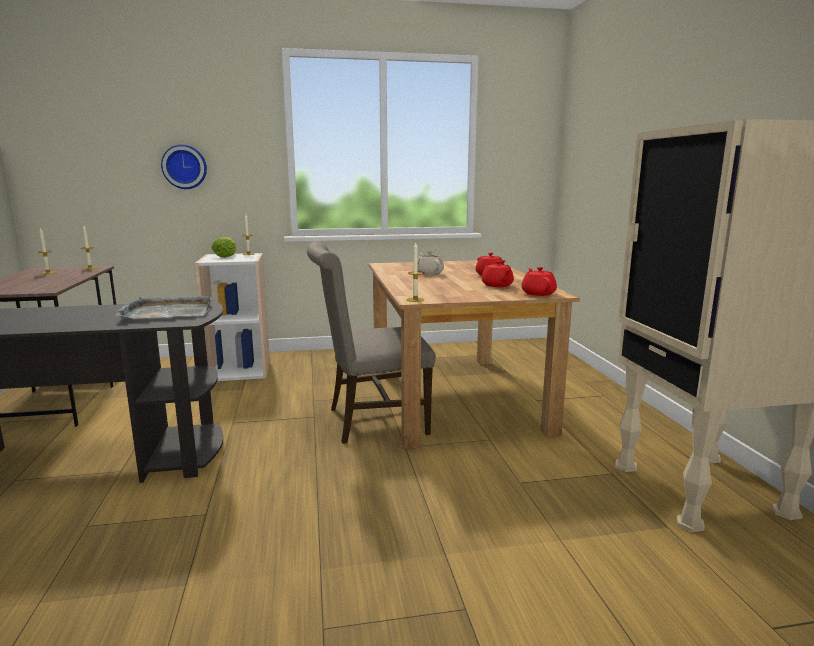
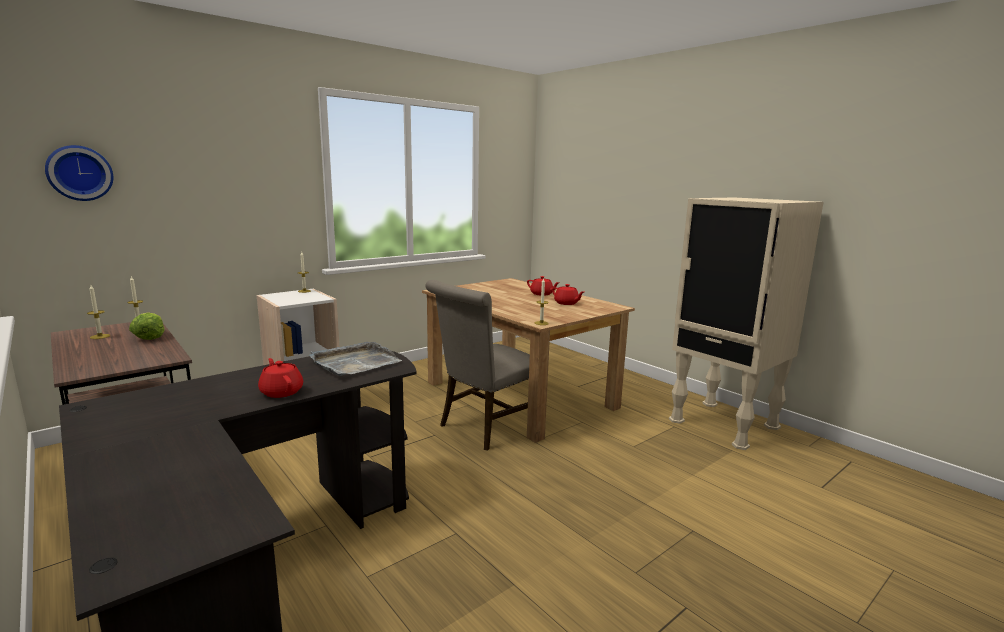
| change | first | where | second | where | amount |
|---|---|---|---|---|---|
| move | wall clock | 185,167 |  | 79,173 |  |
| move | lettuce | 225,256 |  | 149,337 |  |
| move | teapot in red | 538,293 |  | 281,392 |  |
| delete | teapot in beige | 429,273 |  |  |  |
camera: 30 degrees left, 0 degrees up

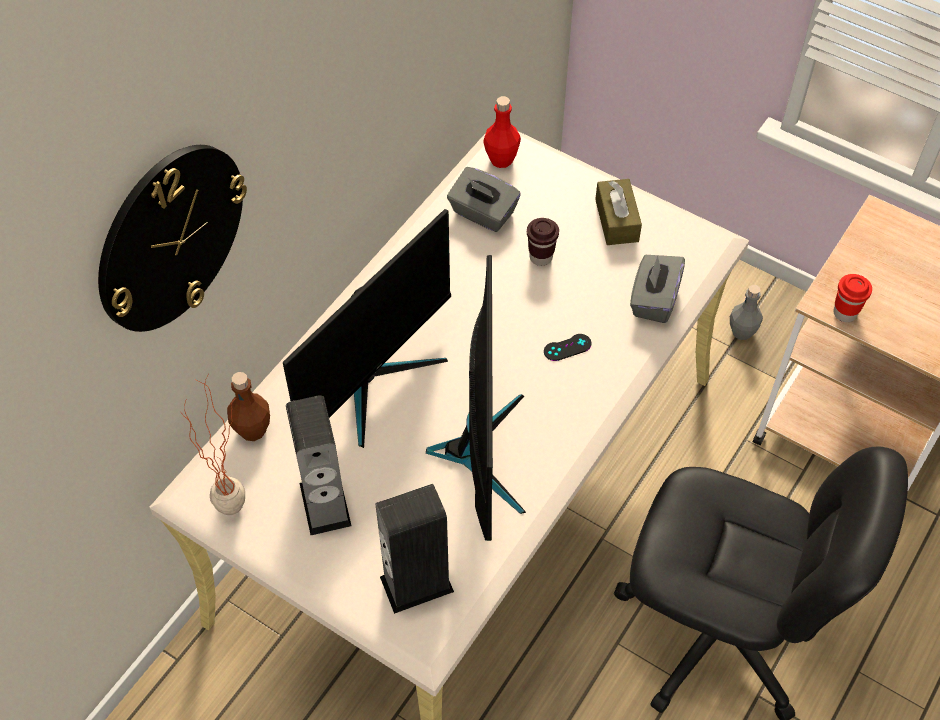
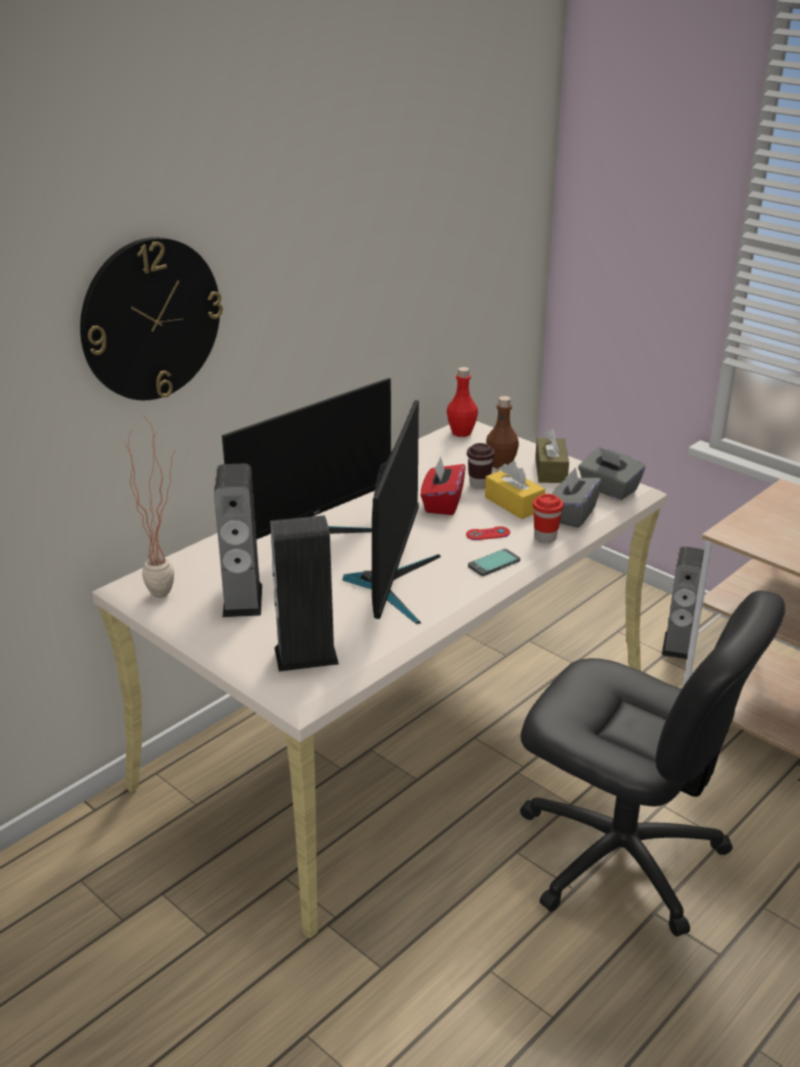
| change | first | where | second | where | amount |
|---|---|---|---|---|---|
| insert |  |  | tissue box in red | 442,503 |  |
| recolor | game controller in black | 567,347 | game controller in red | 488,533 |  |
| insert |  |  | phone | 494,563 |  |
| insert |  |  | tissue box in yellow | 514,504 |  |
| move | bottle in brown | 253,430 |  | 501,464 |  |
| move | cup in red | 845,313 |  | 545,537 |  |
| move | tissue box in grey | 482,213 |  | 608,489 |  |
| replace | bottle in grey | 742,332 | speaker | 677,645 |  |
camera: 10 degrees right, 25 degrees down

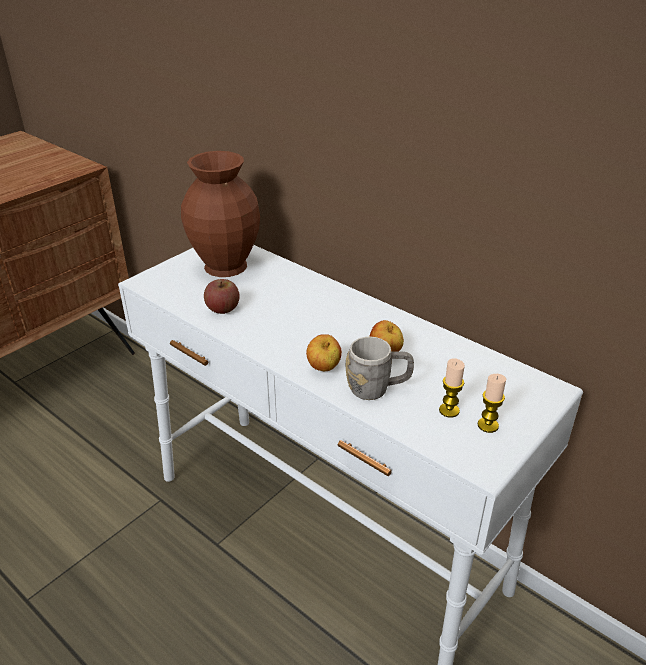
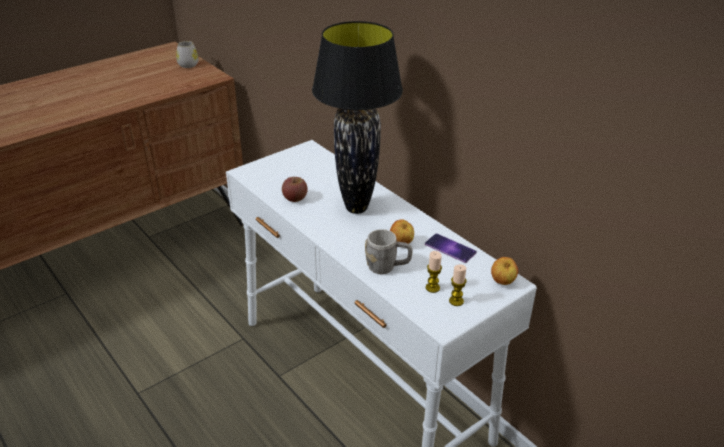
| change | first | where | second | where | amount |
|---|---|---|---|---|---|
| insert |  |  | mug in white | 189,63 |  |
| insert |  |  | table lamp in black | 356,208 |  |
| insert |  |  | phone | 450,248 |  |
| move | apple | 324,368 |  | 502,282 |  |
| delete | vase in brown | 226,266 |  |  |  |
camera: 10 degrees right, 0 degrees up

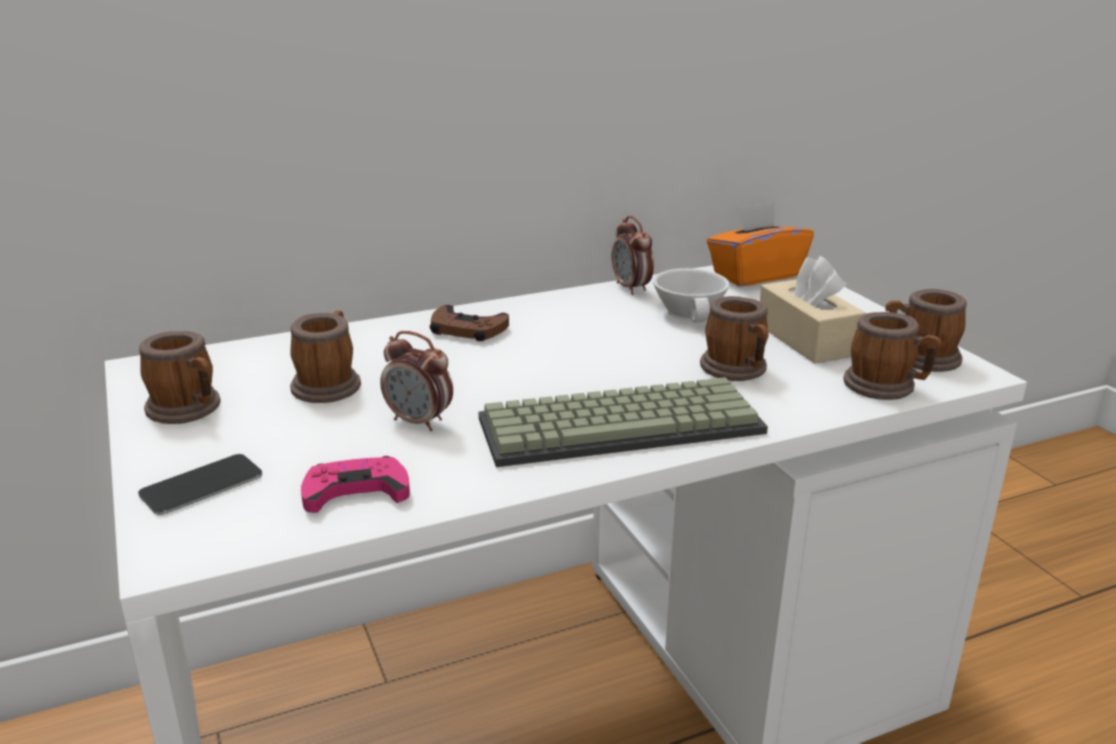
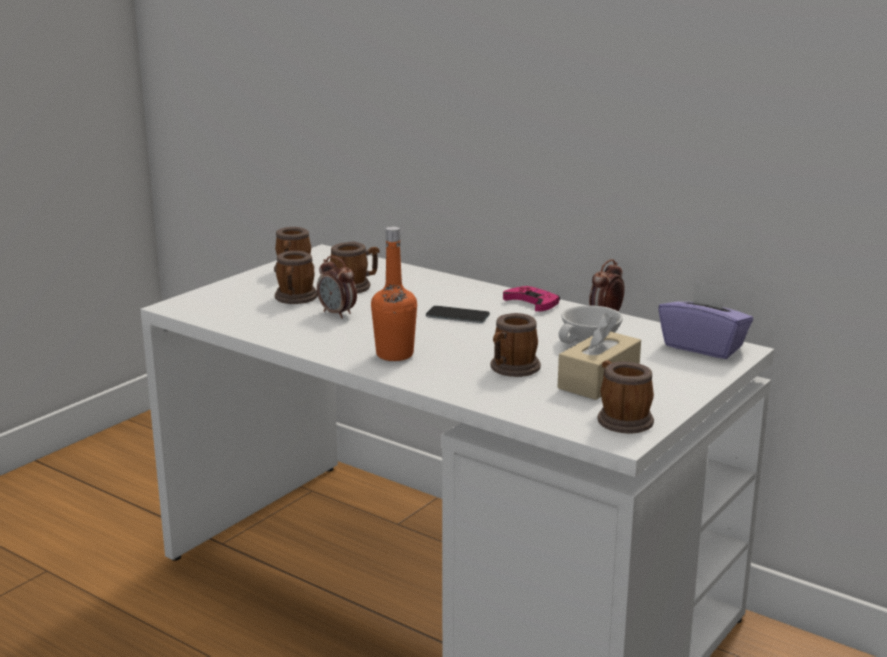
| change | first | where | second | where | amount |
|---|---|---|---|---|---|
| move | mug | 886,387 |  | 295,299 |  |
| rotate | alarm clock | 419,422 |  | 337,313 | 45 degrees counterclockwise |
| replace | keyboard | 622,423 | bottle in orange | 394,354 |  |
| move | phone | 201,485 |  | 457,315 |  |
| move | game controller in pink | 356,491 |  | 532,303 |  |
| recolor | tissue box in orange | 755,275 | tissue box in purple | 703,347 |  |
| delete | game controller in brown | 467,330 |  |  |  |
camera: 60 degrees right, 5 degrees down

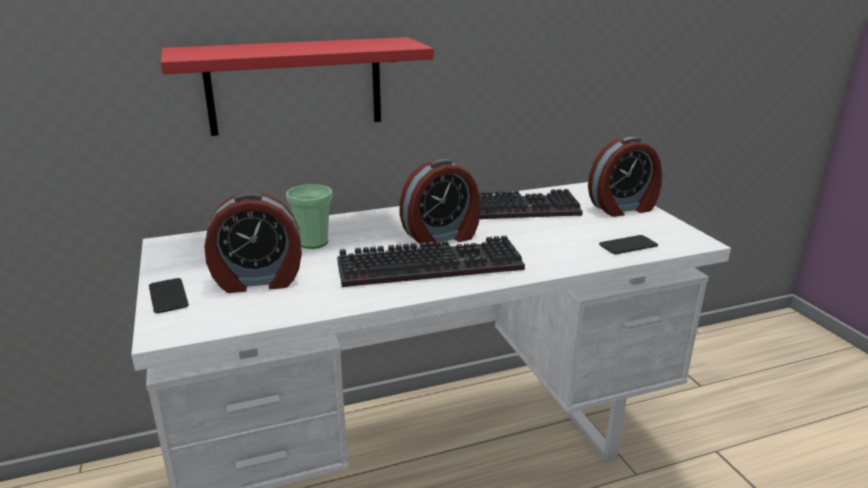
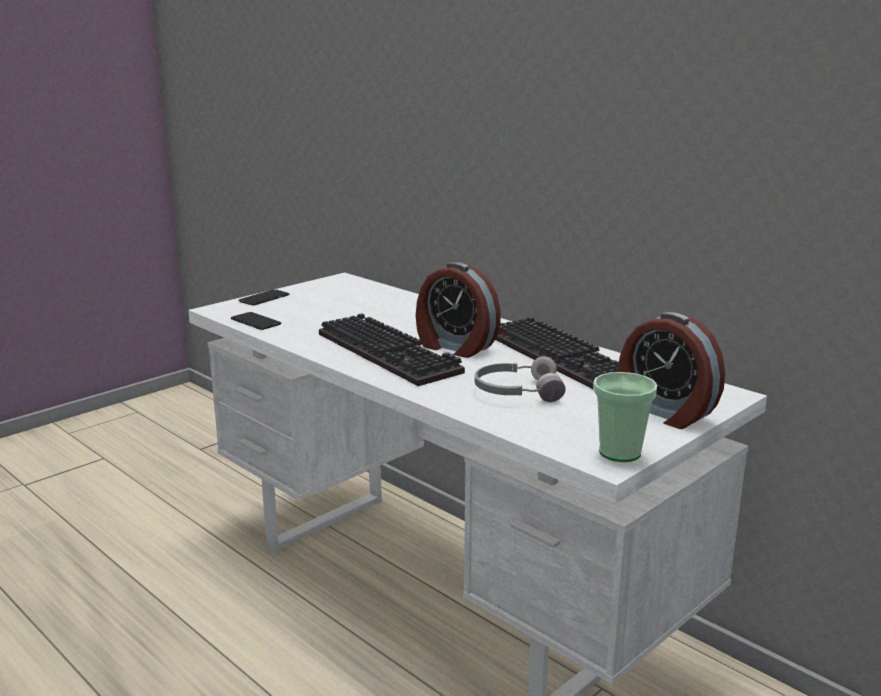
| change | first | where | second | where | amount |
|---|---|---|---|---|---|
| move | phone | 628,246 |  | 255,322 |  |
| insert |  |  | headphones in grey | 517,391 |  |
| move | cup | 313,242 |  | 620,453 |  |
| delete | shelf in red | 295,86 |  |  |  |
| delete | alarm clock | 258,281 |  |  |  |
camera: 65 degrees right, 5 degrees down

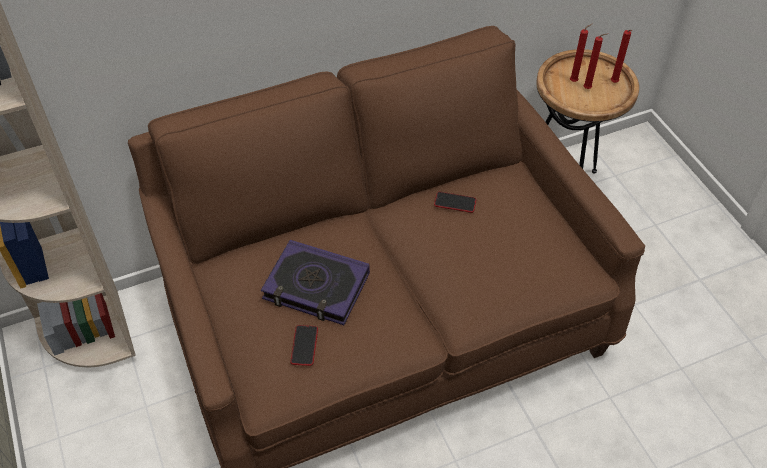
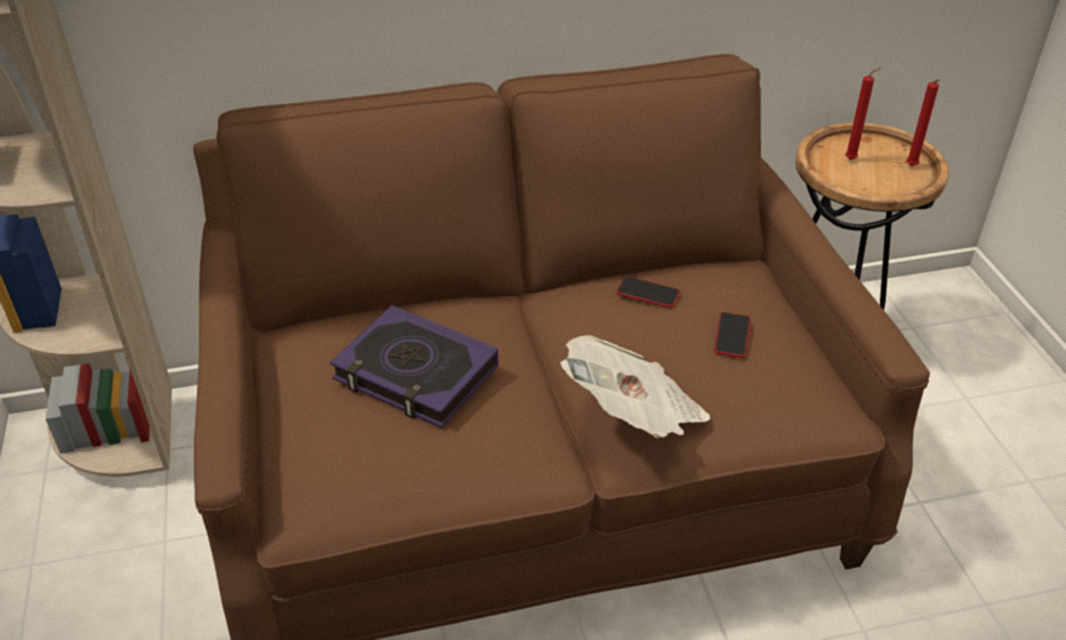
| change | first | where | second | where | amount |
|---|---|---|---|---|---|
| insert |  |  | newspaper | 634,415 |  |
| move | phone | 304,345 |  | 732,336 |  |
| delete | candle in red | 588,89 |  |  |  |
camera: 10 degrees right, 10 degrees down

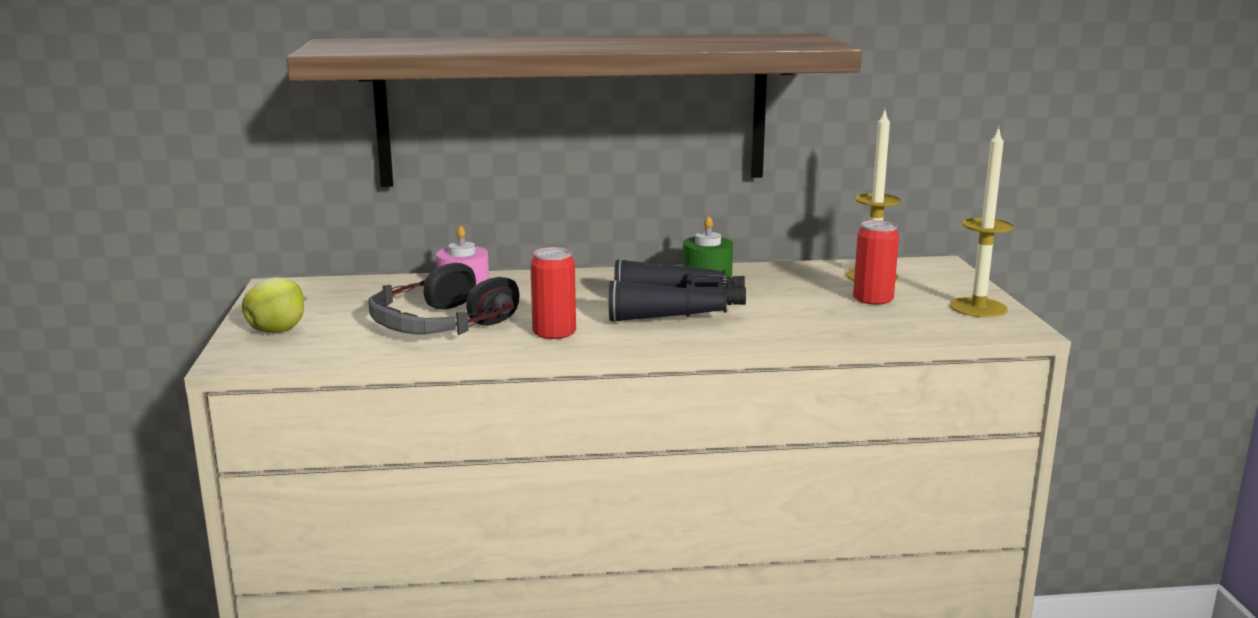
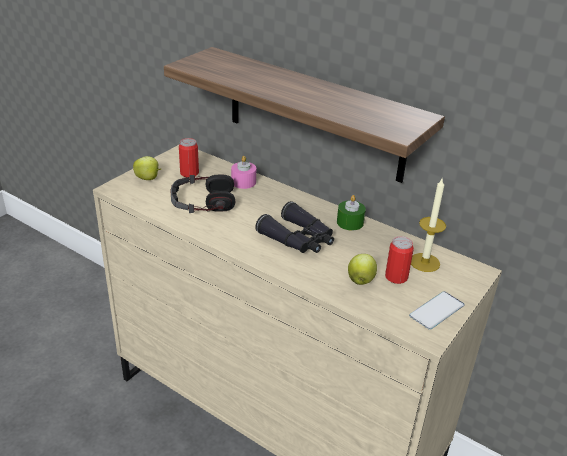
| change | first | where | second | where | amount |
|---|---|---|---|---|---|
| move | can | 554,332 |  | 189,173 |  |
| insert |  |  | apple | 360,280 |  |
| replace | candle | 978,307 | phone | 437,310 |  |
camera: 40 degrees right, 15 degrees up

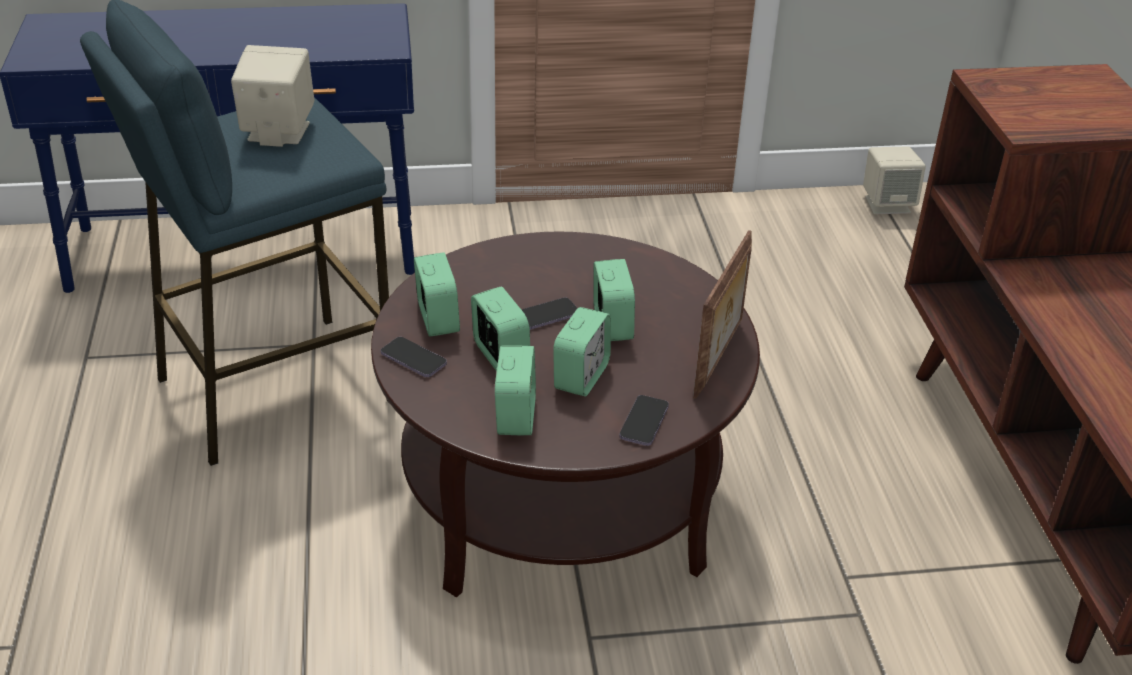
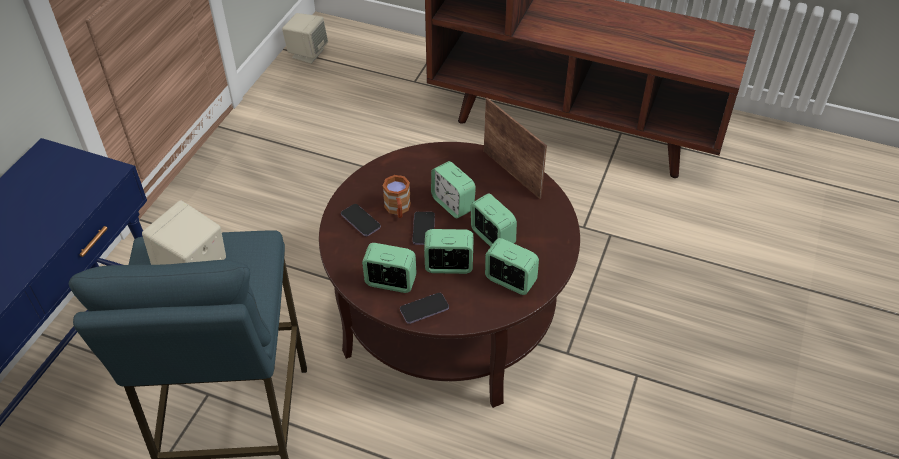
| change | first | where | second | where | amount |
|---|---|---|---|---|---|
| move | phone | 644,422 |  | 360,221 |  |
| insert |  |  | mug in brown | 398,209 |  |
| rotate | alarm clock | 612,325 |  | 452,204 | 150 degrees counterclockwise |
camera: 60 degrees left, 10 degrees up

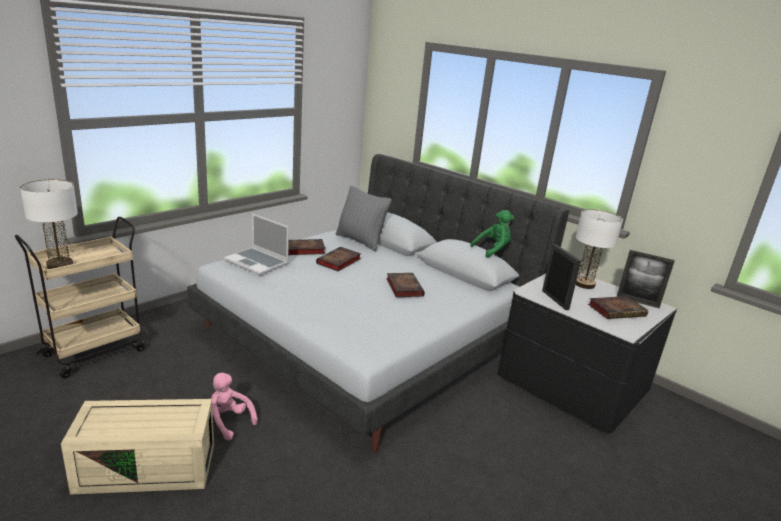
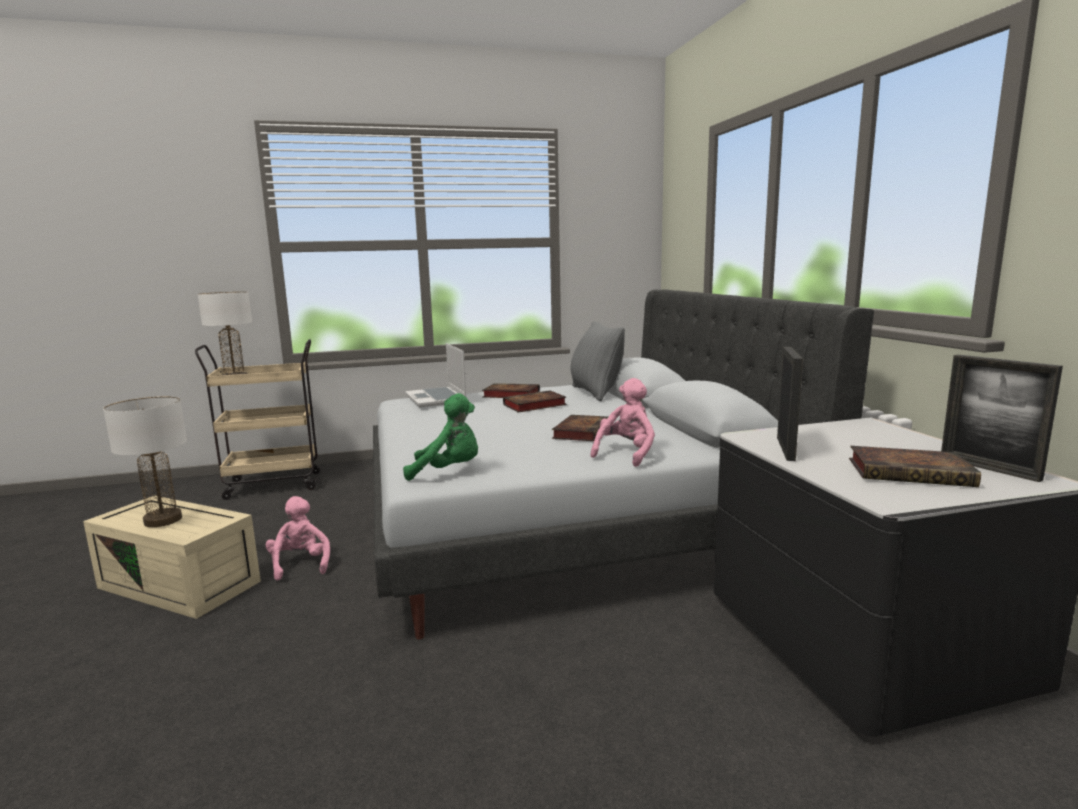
| change | first | where | second | where | amount |
|---|---|---|---|---|---|
| move | table lamp | 584,284 |  | 163,520 |  |
| move | plush toy in green | 493,250 |  | 448,471 |  |
| insert |  |  | plush toy in pink | 626,453 |  |
camera: 35 degrees right, 10 degrees down

